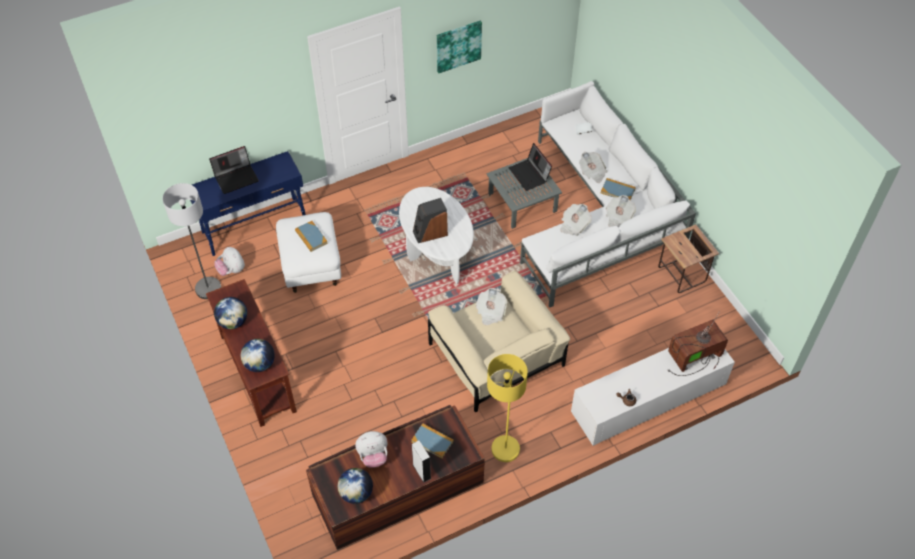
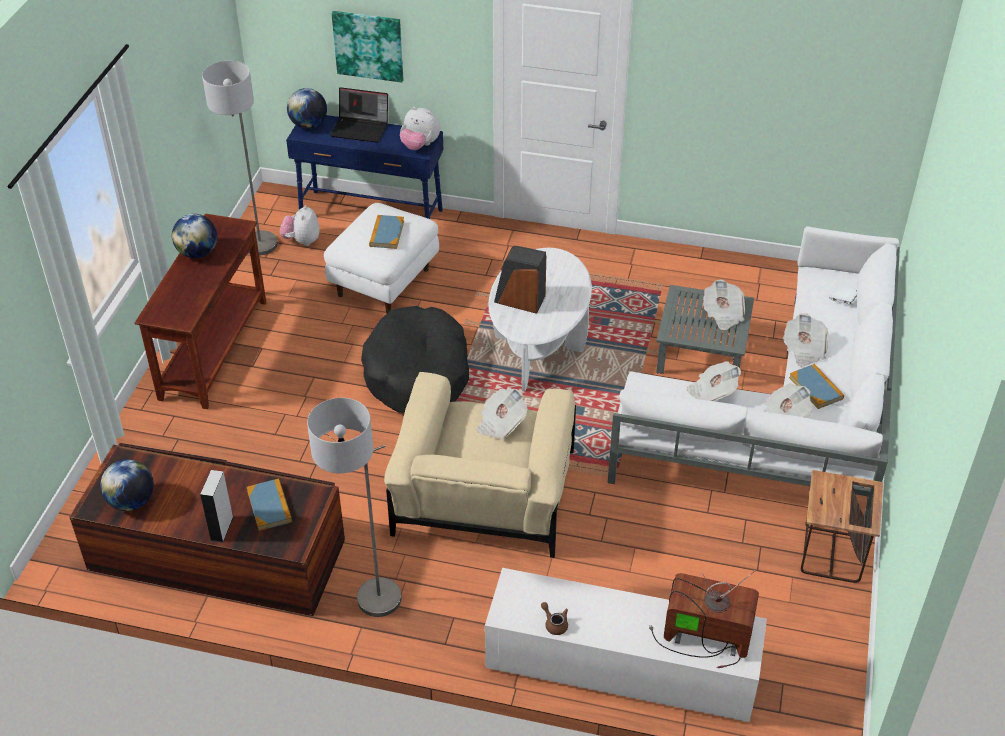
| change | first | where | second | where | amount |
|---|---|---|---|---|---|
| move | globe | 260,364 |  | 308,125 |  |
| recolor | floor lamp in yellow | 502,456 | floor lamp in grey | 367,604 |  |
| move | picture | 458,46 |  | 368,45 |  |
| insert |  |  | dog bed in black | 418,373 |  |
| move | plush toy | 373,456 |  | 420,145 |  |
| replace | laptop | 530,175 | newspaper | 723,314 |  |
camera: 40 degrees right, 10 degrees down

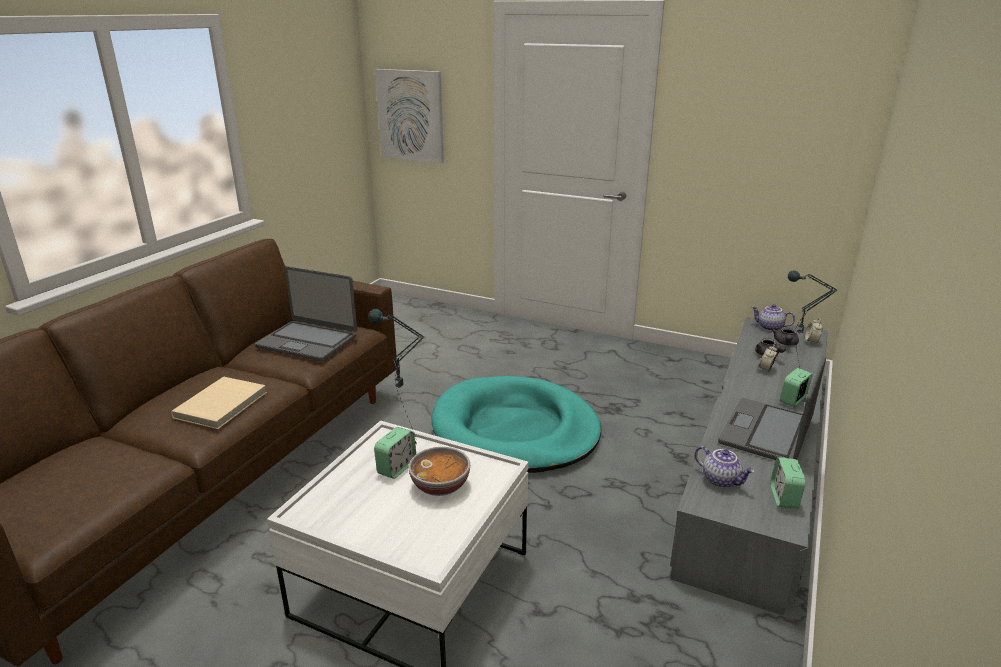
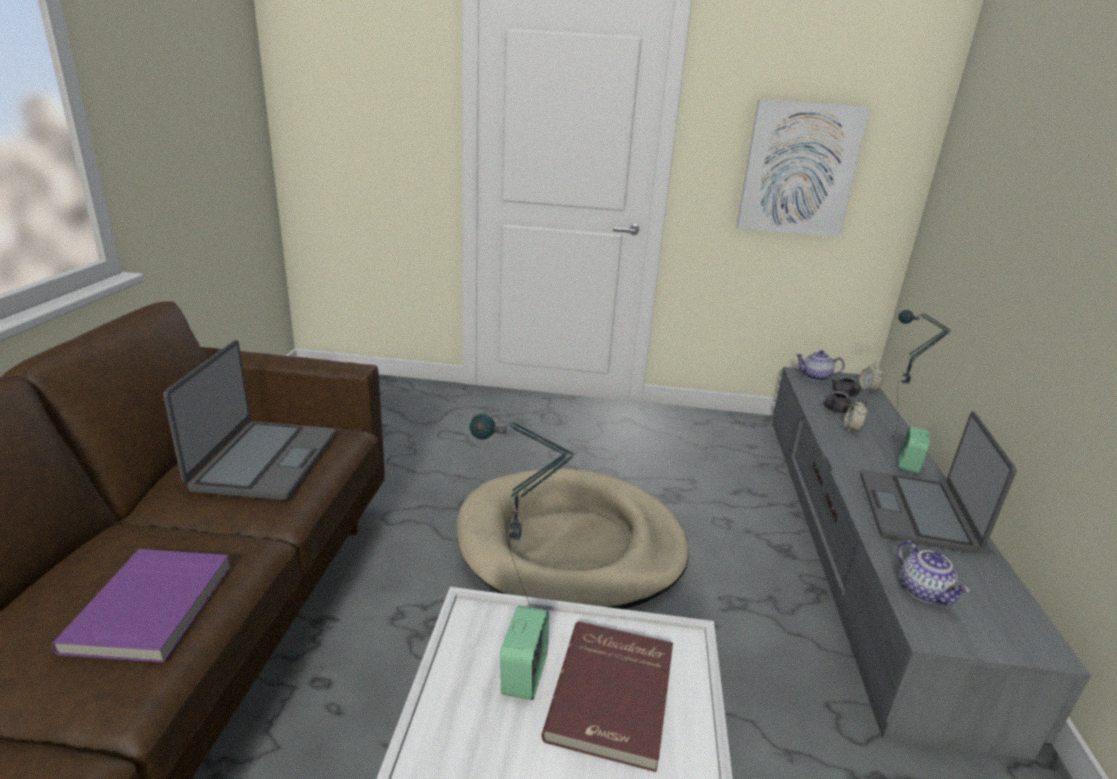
| change | first | where | second | where | amount |
|---|---|---|---|---|---|
| recolor | book in beige | 222,405 | book in purple | 153,607 |  |
| rotate | laptop | 308,341 |  | 264,461 | 90 degrees counterclockwise |
| recolor | dog bed in turquoise | 515,430 | dog bed in beige | 570,545 |  |
| replace | bowl | 441,485 | book in red | 614,695 |  |
| move | picture | 411,115 |  | 799,169 |  |
| rotate | teapot | 721,480 |  | 924,592 | 45 degrees clockwise |
| delete | alarm clock | 784,498 |  |  |  |
camera: 20 degrees left, 0 degrees up

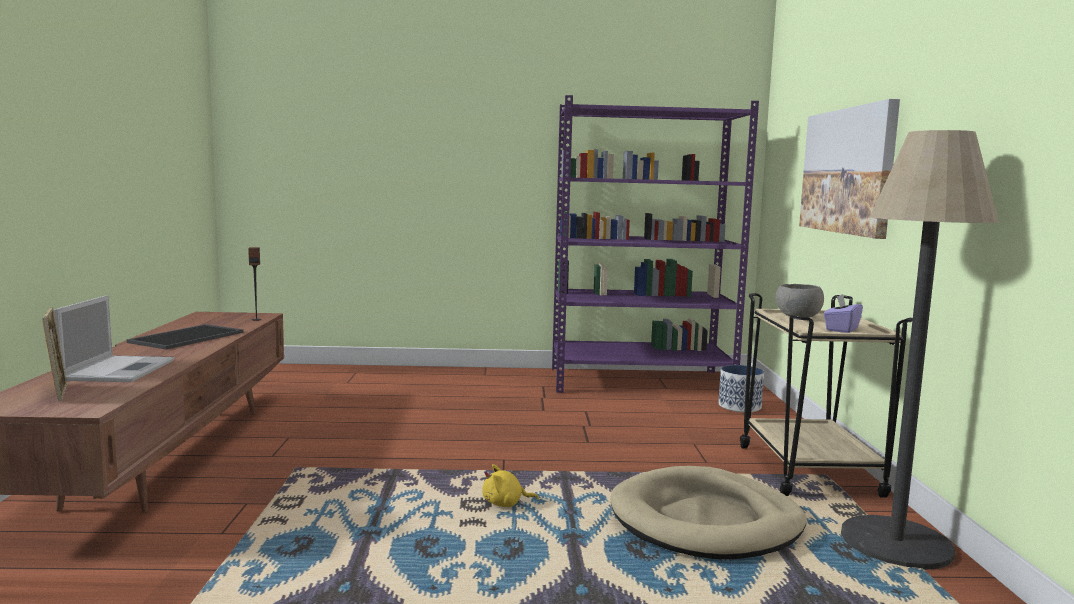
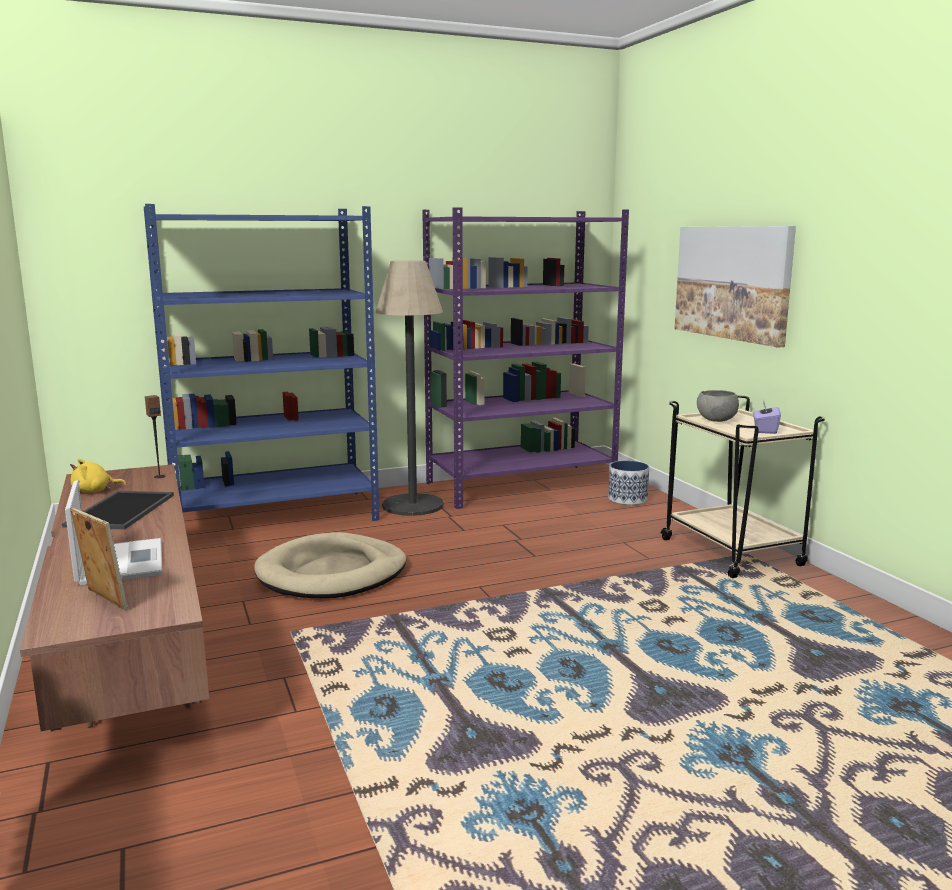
| change | first | where | second | where | amount |
|---|---|---|---|---|---|
| move | plush toy in yellow | 505,504 |  | 94,491 |  |
| insert |  |  | bookcase in blue | 275,516 |  |
| move | dog bed in beige | 706,521 |  | 332,573 |  |
| move | floor lamp | 896,543 |  | 413,505 |  |
camera: 20 degrees left, 5 degrees up

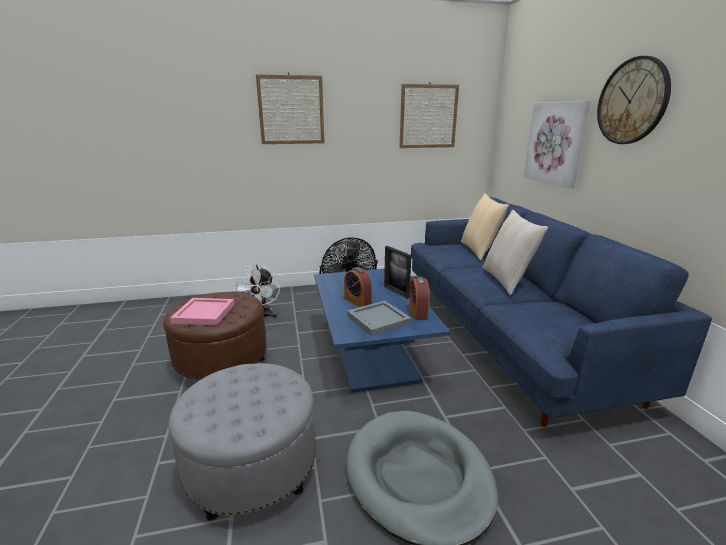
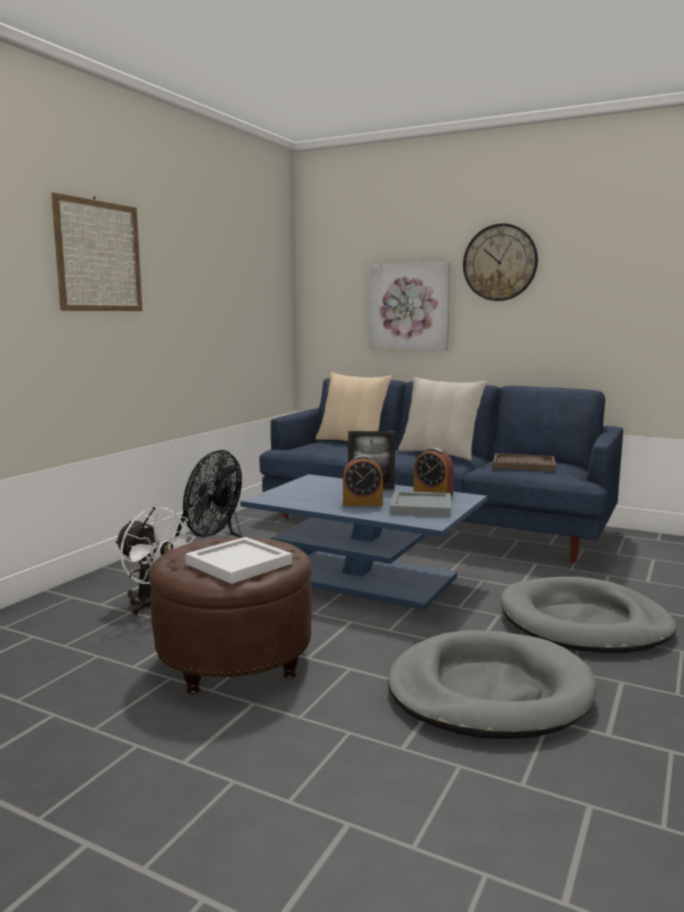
| change | first | where | second | where | amount |
|---|---|---|---|---|---|
| recolor | tray in pink | 205,313 | tray in white | 239,563 |  |
| replace | ottoman in grey | 252,470 | dog bed in grey | 489,691 |  |
| insert |  |  | tray in brown | 523,464 |  |
| delete | picture | 428,115 |  |  |  |
camera: 50 degrees left, 10 degrees down

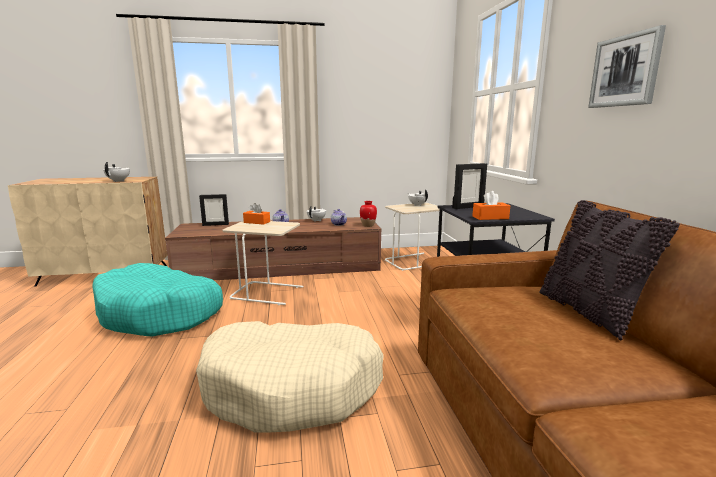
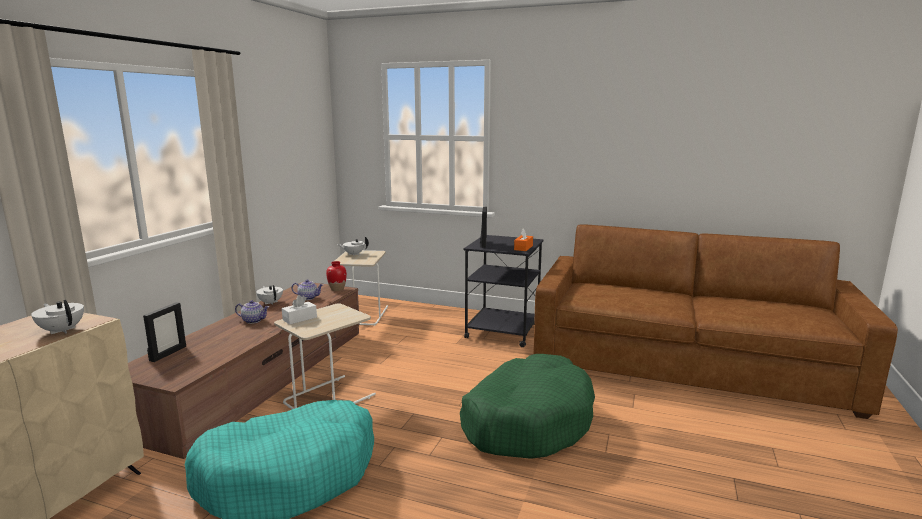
| change | first | where | second | where | amount |
|---|---|---|---|---|---|
| recolor | tissue box in orange | 257,222 | tissue box in white | 300,318 |  |
| recolor | dog bed in beige | 292,387 | dog bed in green | 527,421 |  |
| delete | pillow in black | 589,313 |  |  |  |
| delete | picture | 625,71 |  |  |  |
camera: 60 degrees left, 0 degrees up

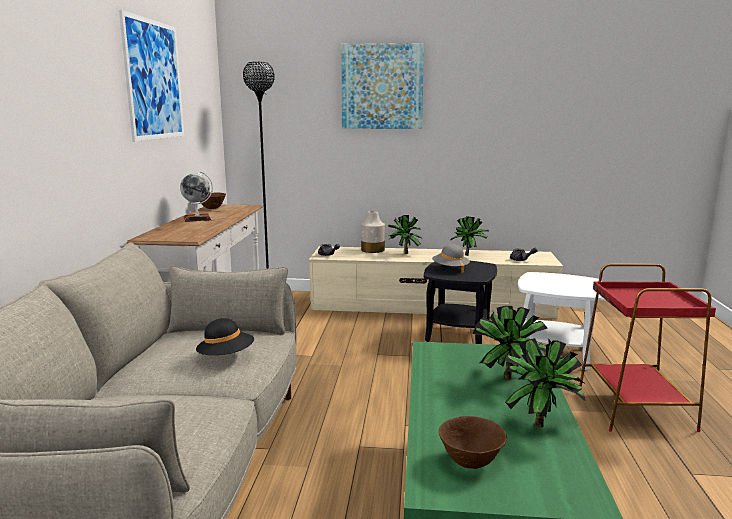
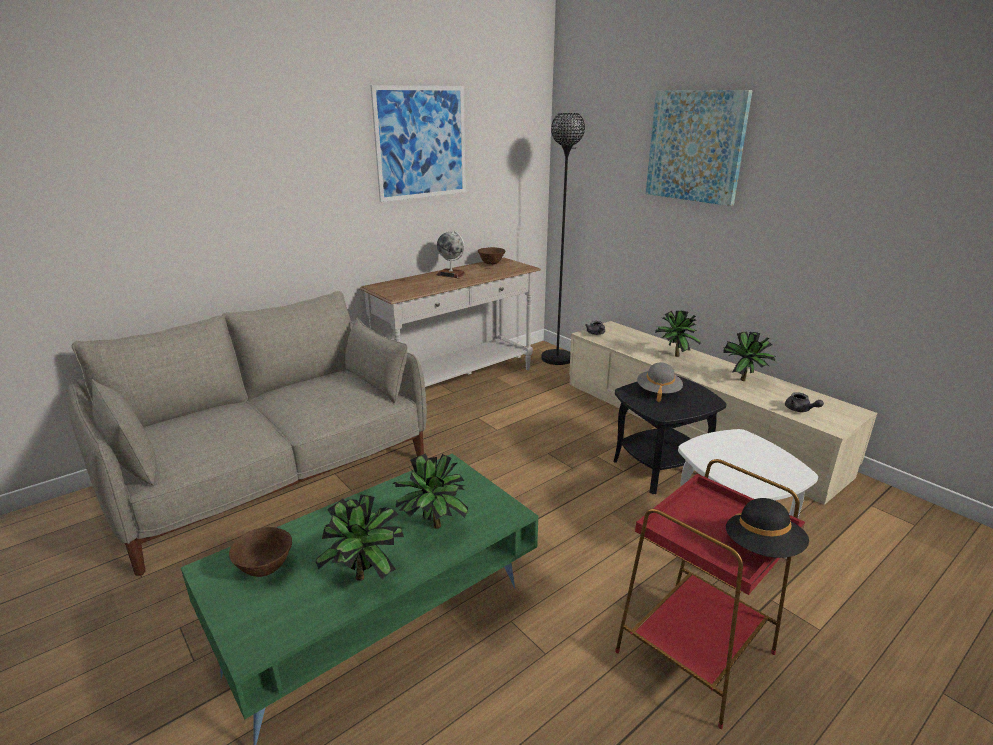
| change | first | where | second | where | amount |
|---|---|---|---|---|---|
| move | hat in black | 226,357 |  | 763,548 |  |
| delete | vase in beige | 373,250 |  |  |  |
camera: 45 degrees right, 10 degrees up

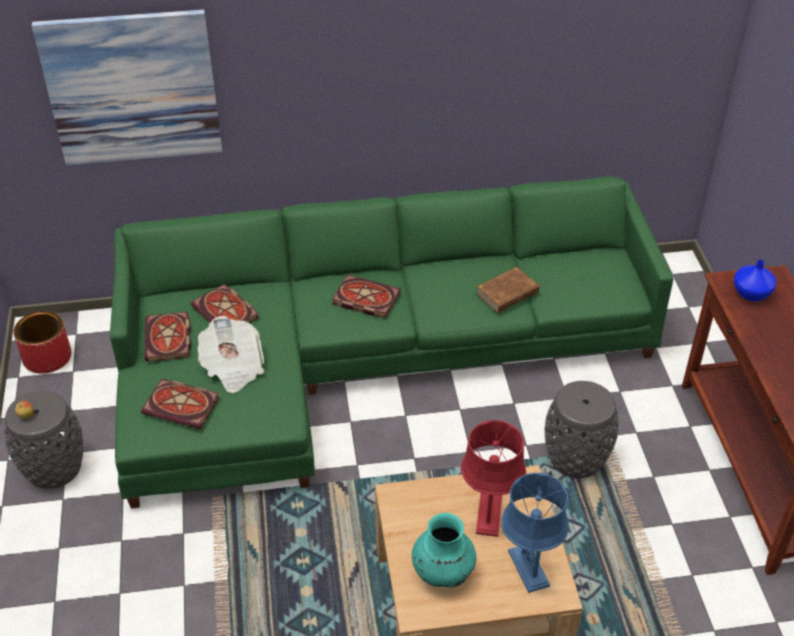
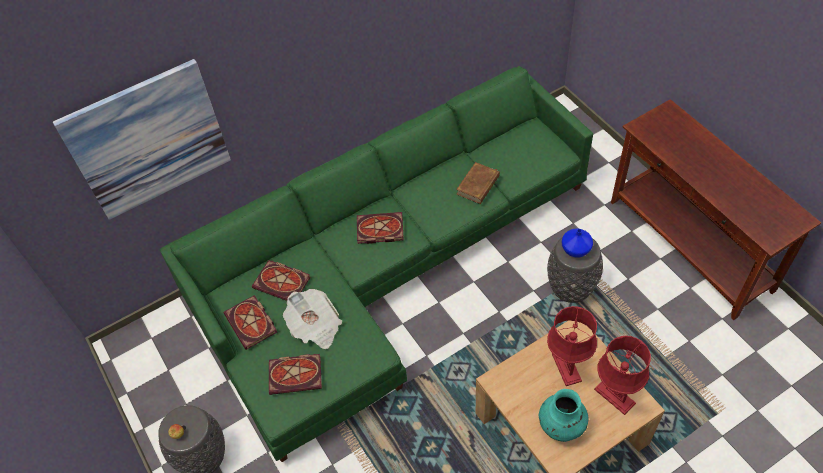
| change | first | where | second | where | amount |
|---|---|---|---|---|---|
| move | vase in blue | 751,294 |  | 576,250 |  |
| recolor | table lamp in blue | 529,568 | table lamp in red | 615,396 |  |
| delete | planter in red | 47,358 |  |  |  |
camera: 20 degrees left, 10 degrees up

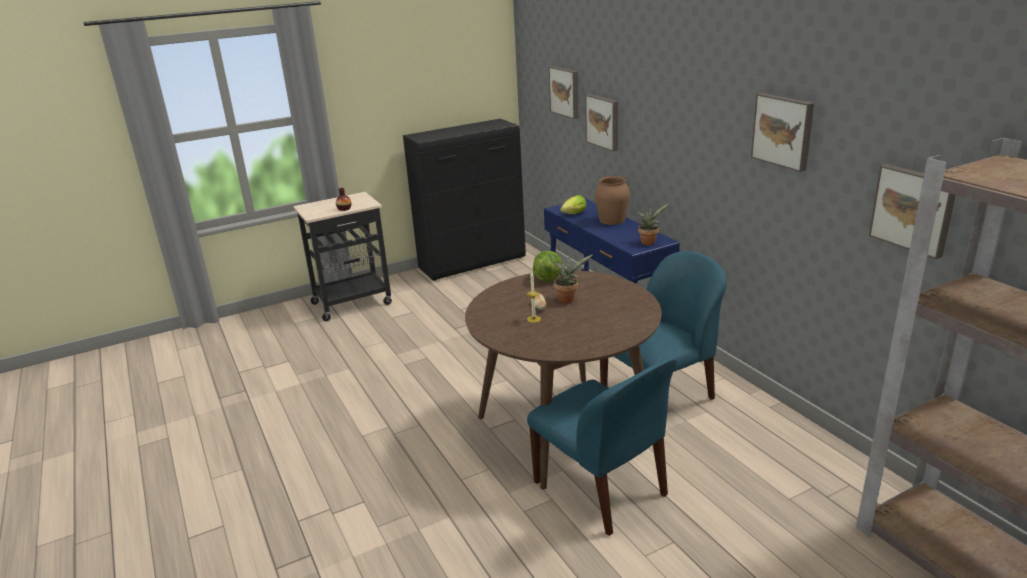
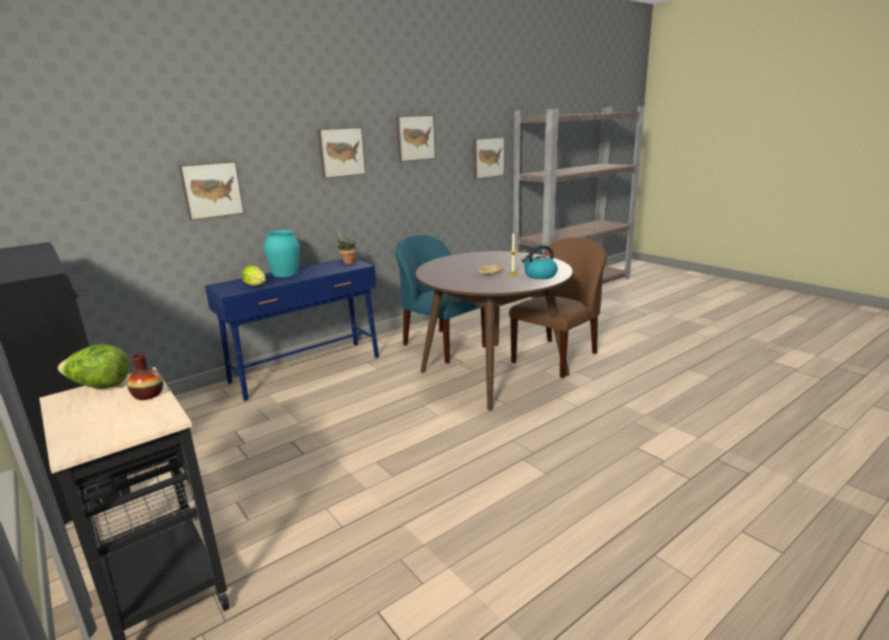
| change | first | where | second | where | amount |
|---|---|---|---|---|---|
| move | lettuce | 548,277 |  | 100,386 |  |
| recolor | vase in brown | 611,220 | vase in turquoise | 285,273 |  |
| move | picture | 565,91 |  | 341,152 |  |
| recolor | chair in blue | 602,490 | chair in brown | 556,357 |  |
| insert |  |  | kettle | 540,276 |  |
| delete | potted plant | 568,299 |  |  |  |
camera: 100 degrees left, 5 degrees down

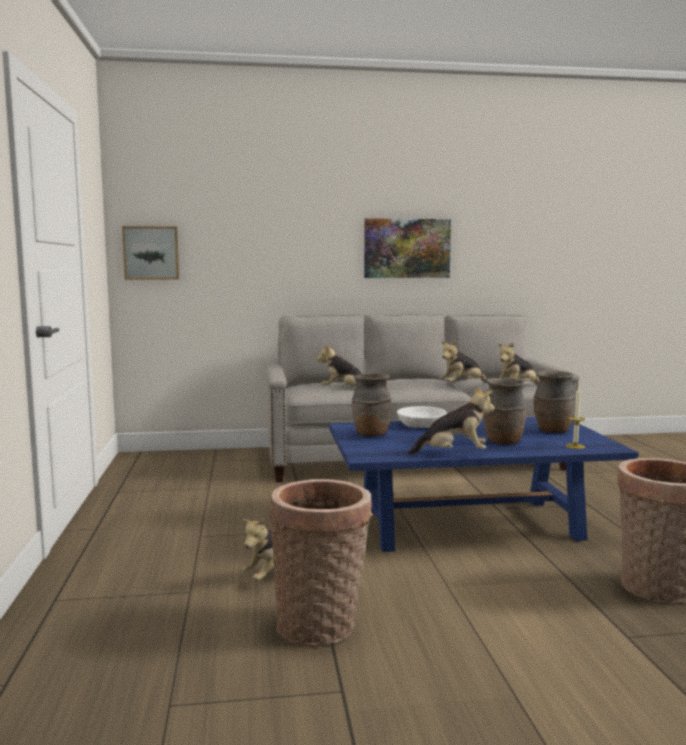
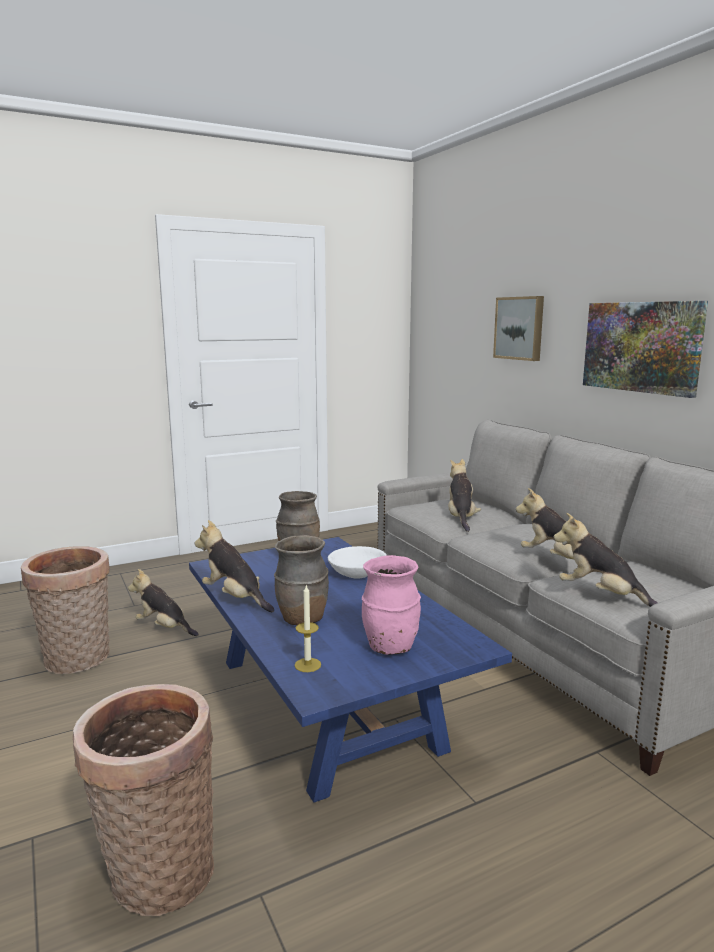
| change | first | where | second | where | amount |
|---|---|---|---|---|---|
| rotate | plush toy | 453,454 |  | 235,598 | 150 degrees clockwise |
| recolor | vase in brown | 553,431 | vase in pink | 389,647 |  |
| move | picture | 151,253 |  | 520,328 |  |
camera: 70 degrees right, 5 degrees up

